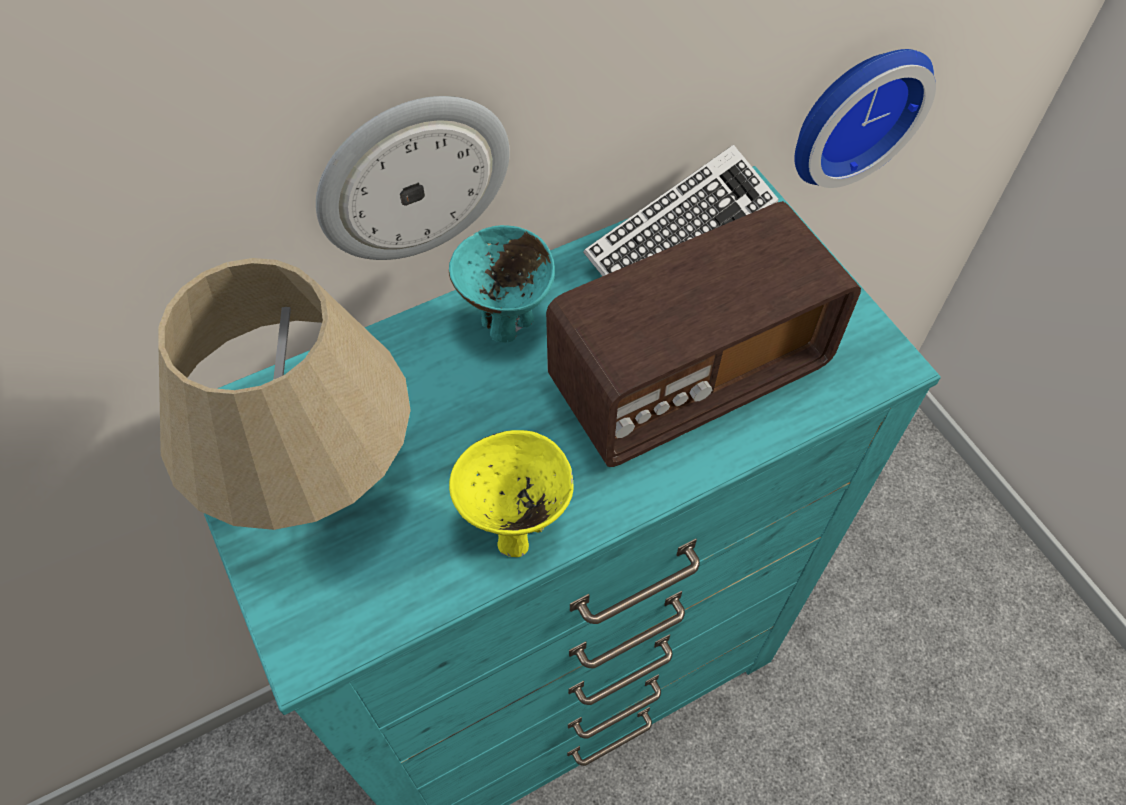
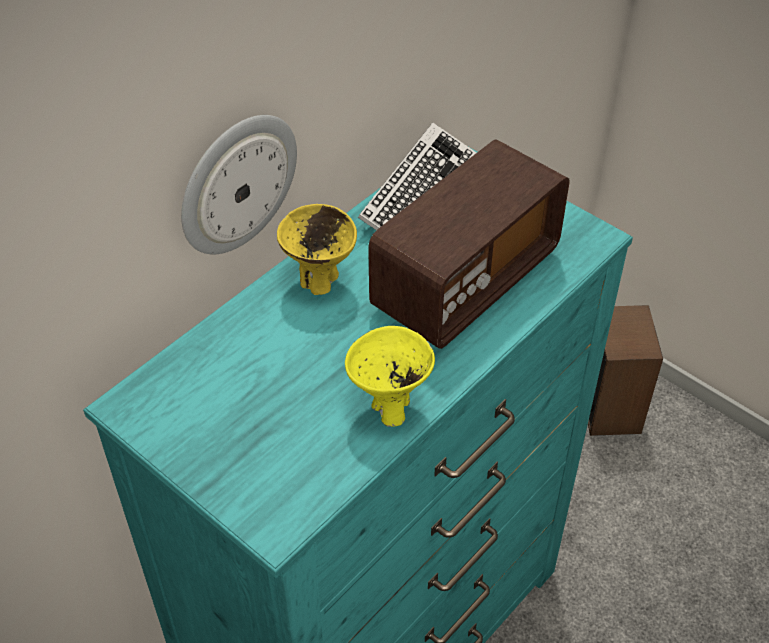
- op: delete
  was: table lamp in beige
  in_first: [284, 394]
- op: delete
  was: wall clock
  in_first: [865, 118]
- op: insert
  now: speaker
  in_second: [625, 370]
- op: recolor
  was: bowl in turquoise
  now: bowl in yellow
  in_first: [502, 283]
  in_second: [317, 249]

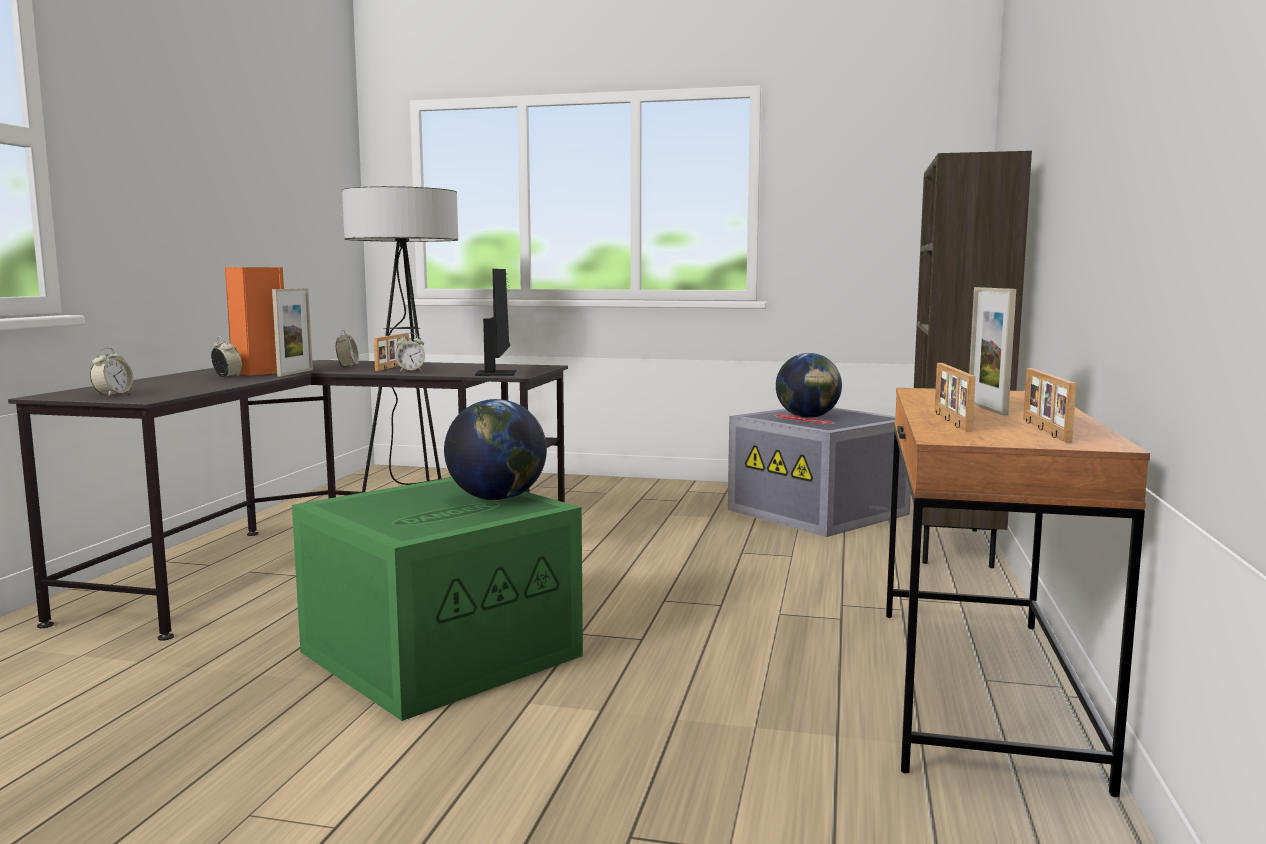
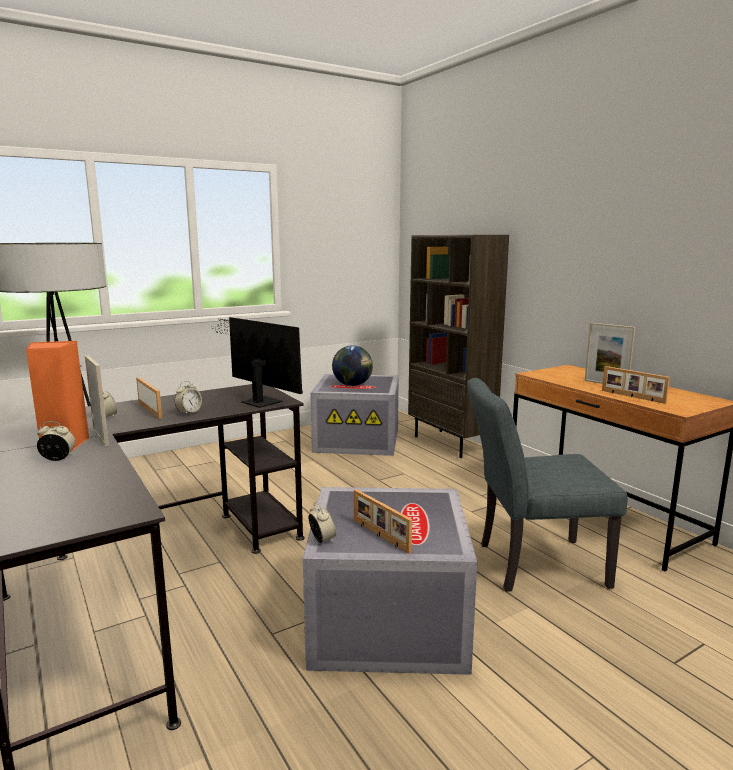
- op: delete
  was: globe
  in_first: [495, 449]
- op: insert
  now: chair in grey
  in_second: [547, 485]
- op: move
  was: alarm clock
  in_first: [111, 371]
  in_second: [322, 522]
- op: move
  was: picture frame
  in_first: [1050, 405]
  in_second: [383, 521]
- op: recolor
  was: storage box in green
  now: storage box in grey
  in_first: [437, 599]
  in_second: [390, 581]

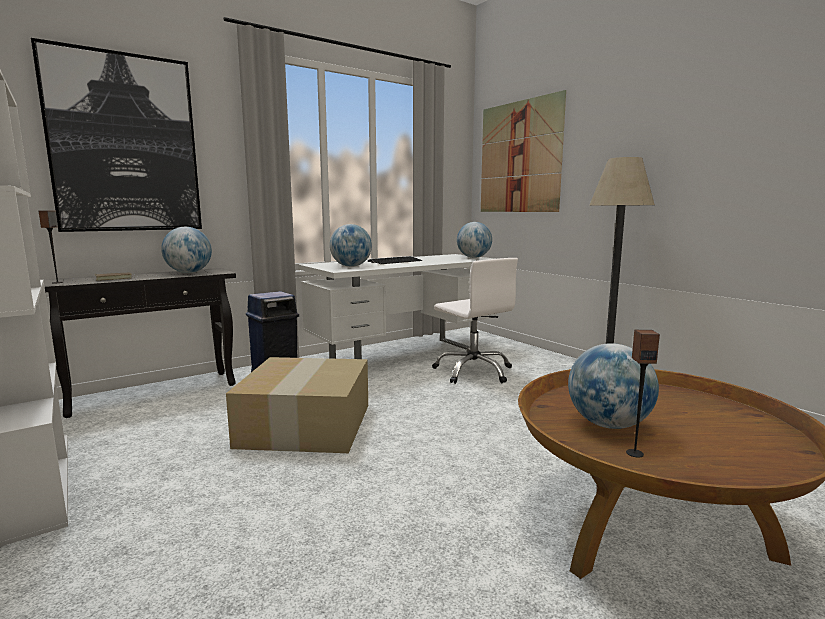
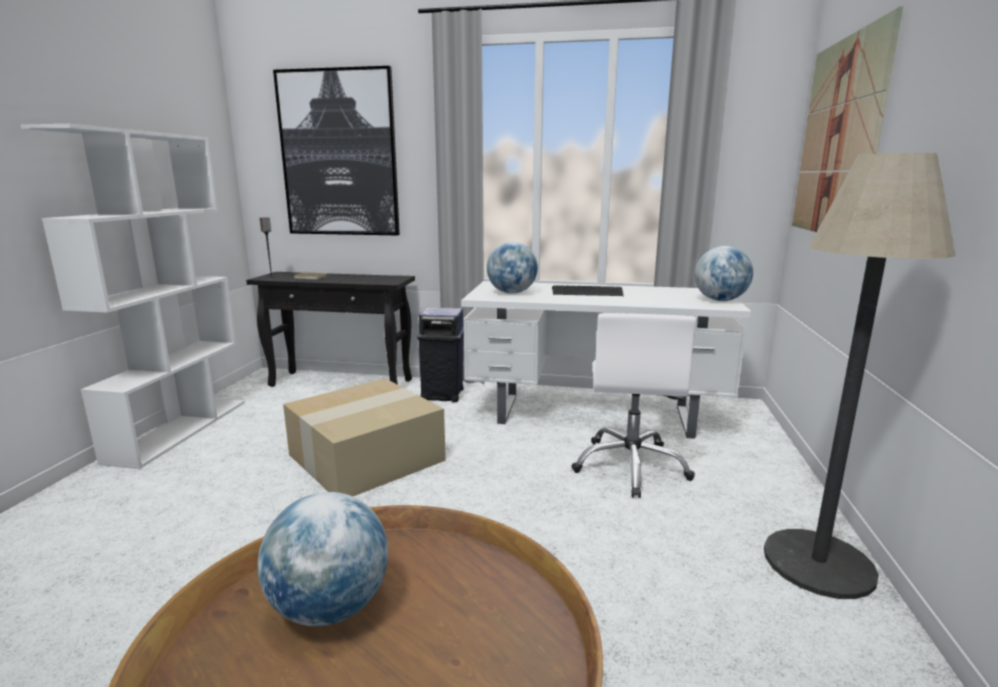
- op: delete
  was: globe
  in_first: [186, 250]
- op: delete
  was: speaker
  in_first: [643, 394]

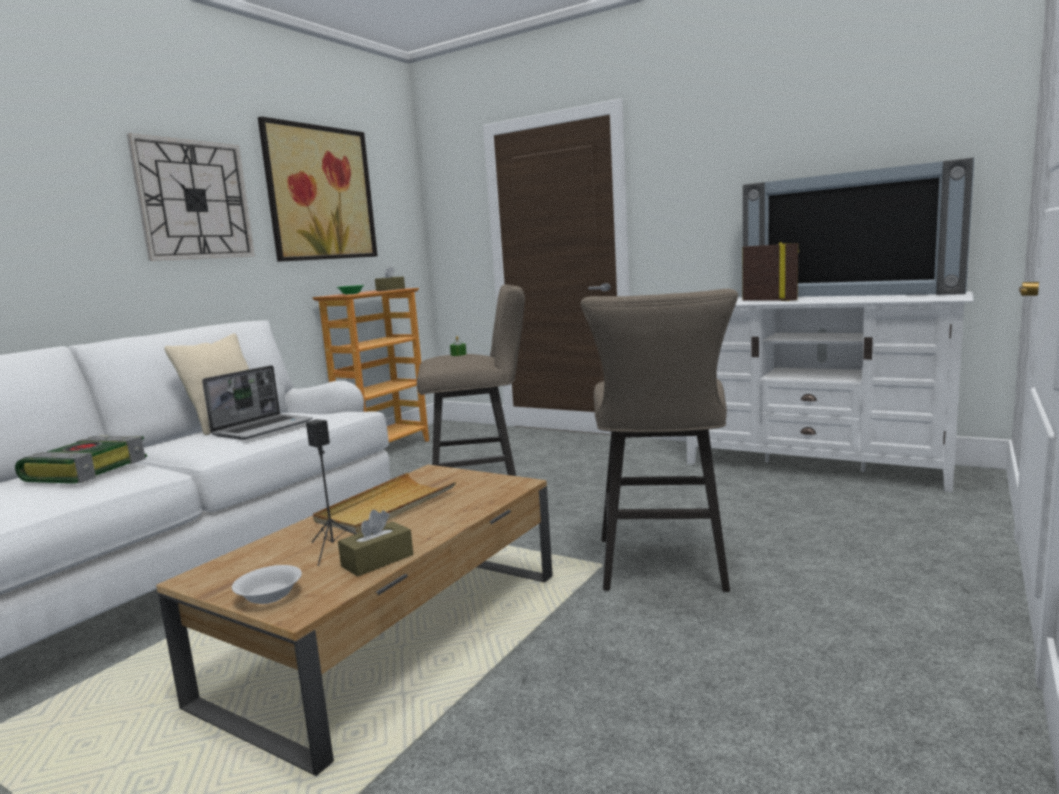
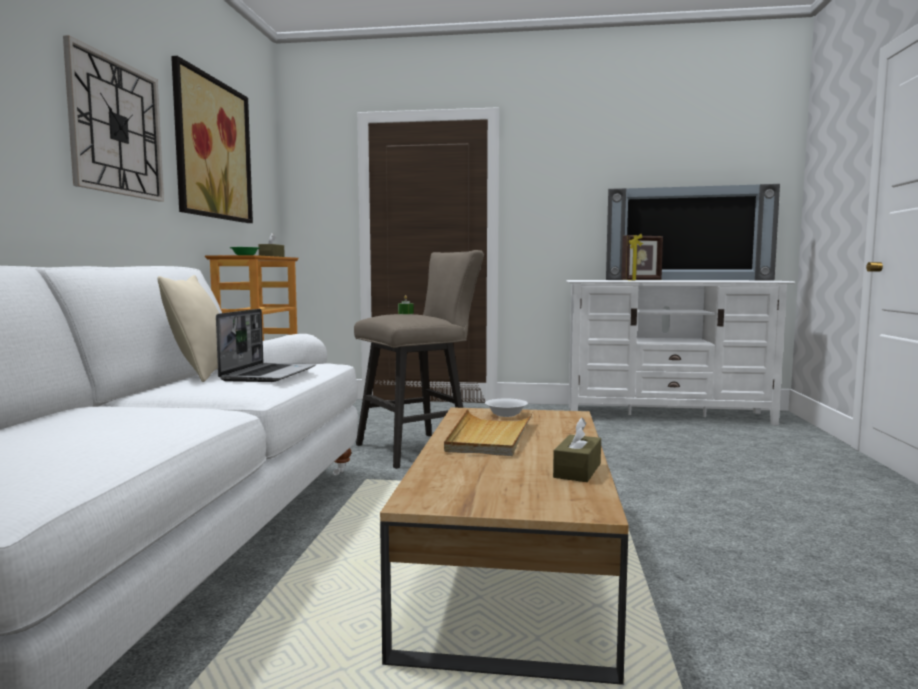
- op: delete
  was: book
  in_first: [81, 460]
- op: delete
  was: speaker in black
  in_first: [331, 492]
- op: delete
  was: stool in beige
  in_first: [659, 440]
- op: move
  was: bowl in white
  in_first: [267, 584]
  in_second: [506, 407]
- op: rotate
  was: picture frame
  in_first: [770, 271]
  in_second: [642, 257]
  clockwise: 135

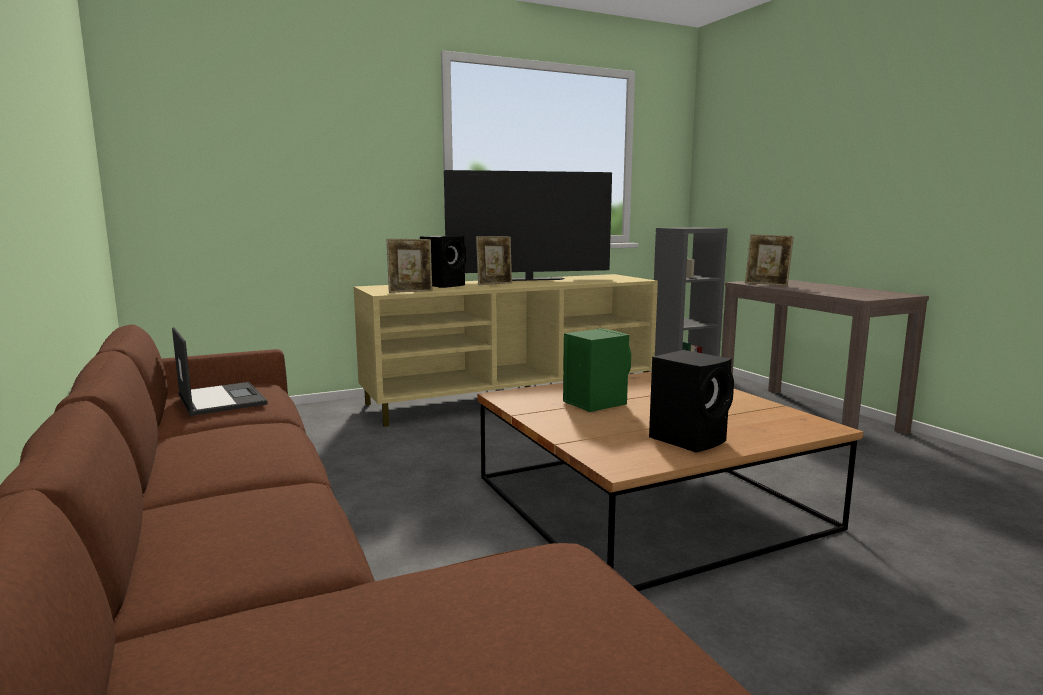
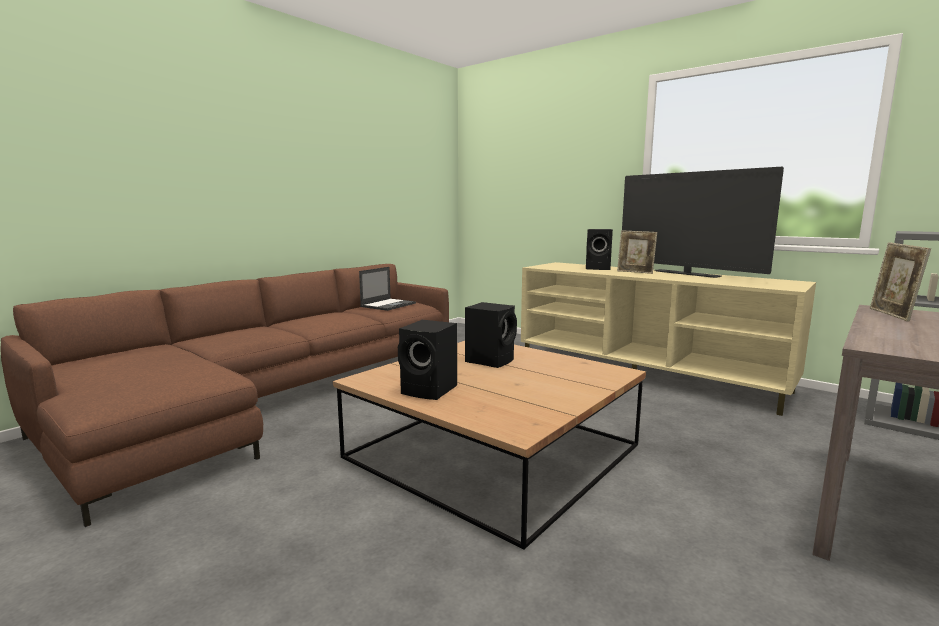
- op: delete
  was: picture frame
  in_first: [410, 266]
- op: recolor
  was: speaker in green
  now: speaker in black
  in_first: [597, 370]
  in_second: [491, 335]

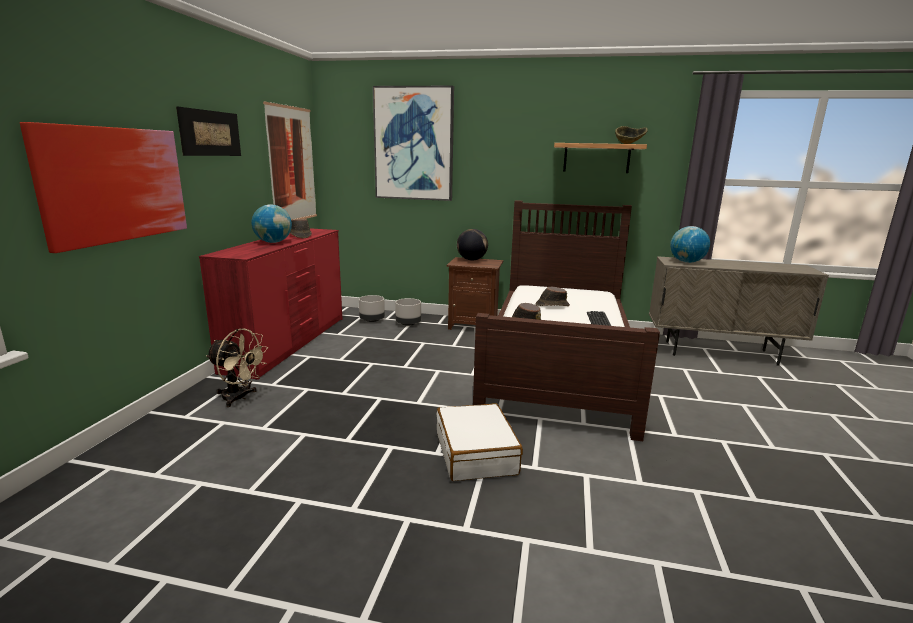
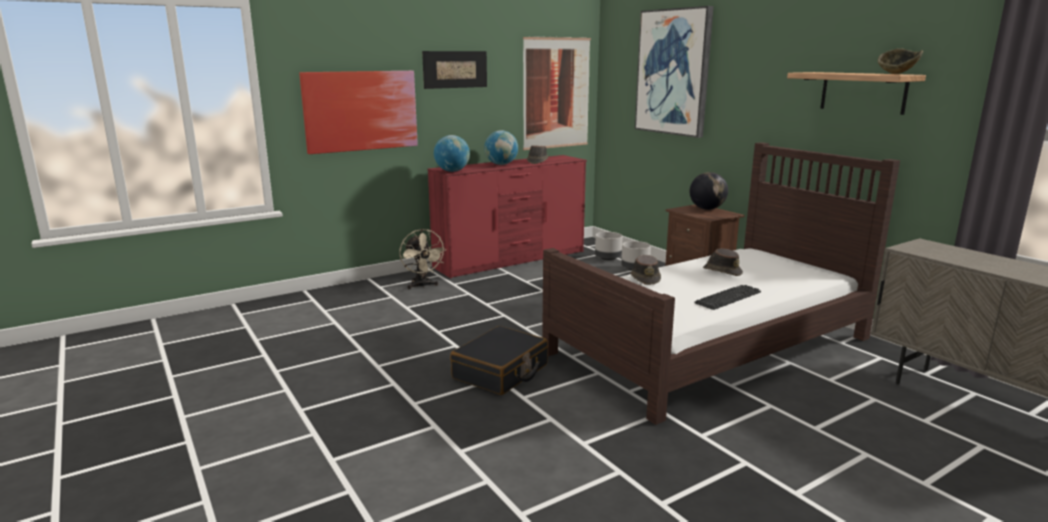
- op: move
  was: globe
  in_first: [690, 244]
  in_second: [452, 153]
- op: recolor
  was: suitcase in white
  now: suitcase in black
  in_first: [479, 442]
  in_second: [499, 360]

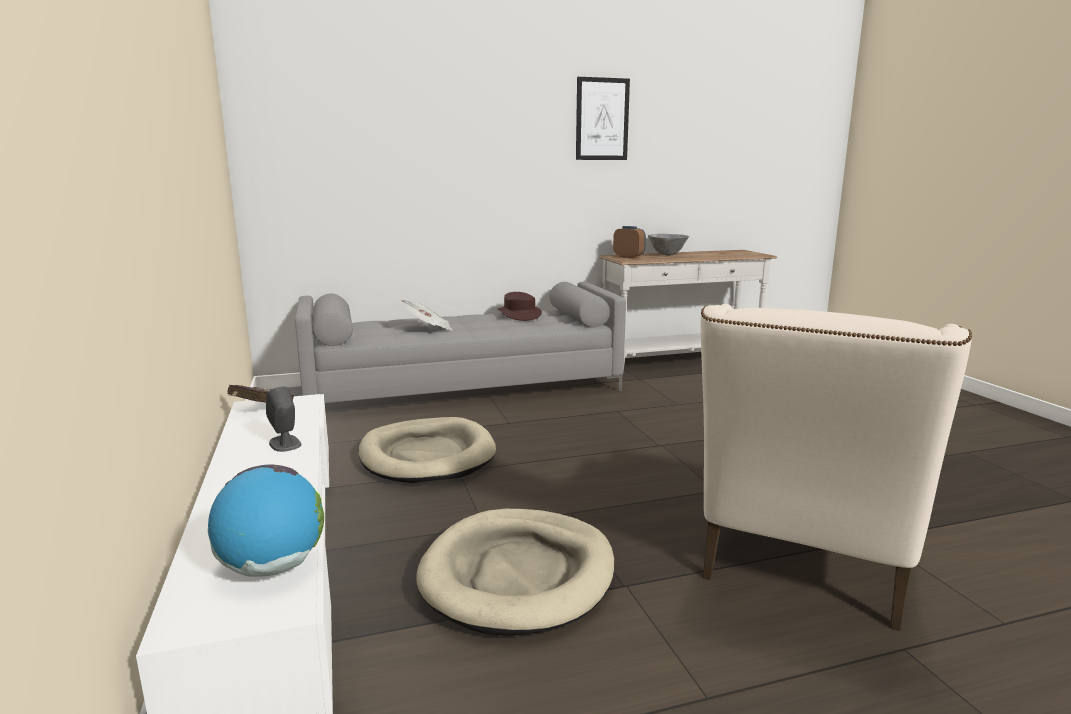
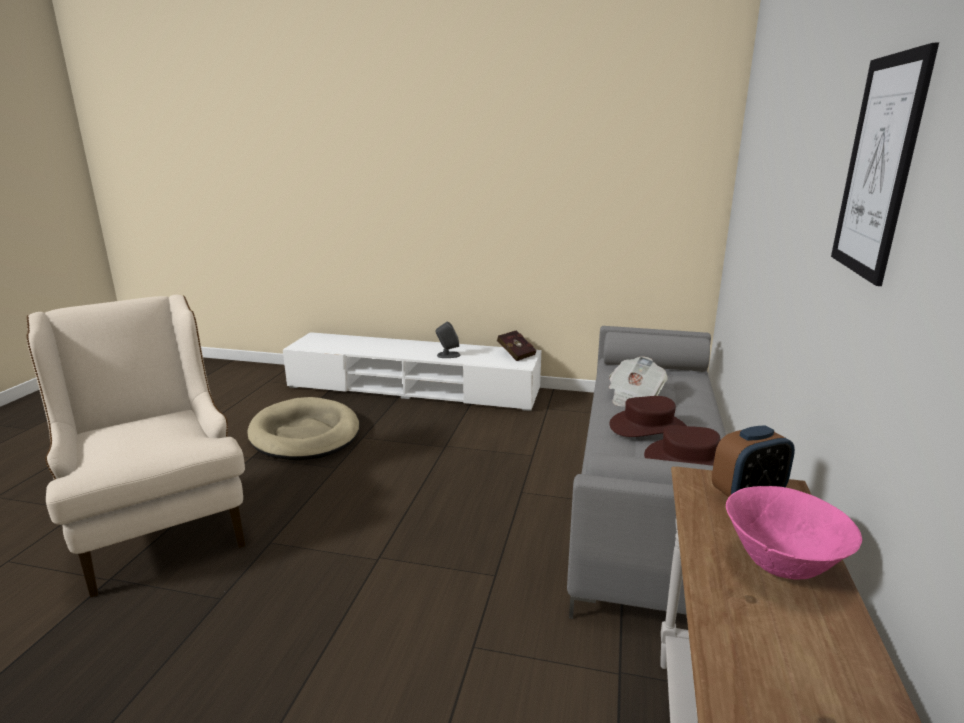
- op: delete
  was: globe
  in_first: [265, 521]
- op: delete
  was: dog bed in beige
  in_first: [427, 450]
- op: insert
  now: hat in brown
  in_second: [648, 416]
- op: recolor
  was: bowl in grey
  now: bowl in pink
  in_first: [668, 245]
  in_second: [794, 532]

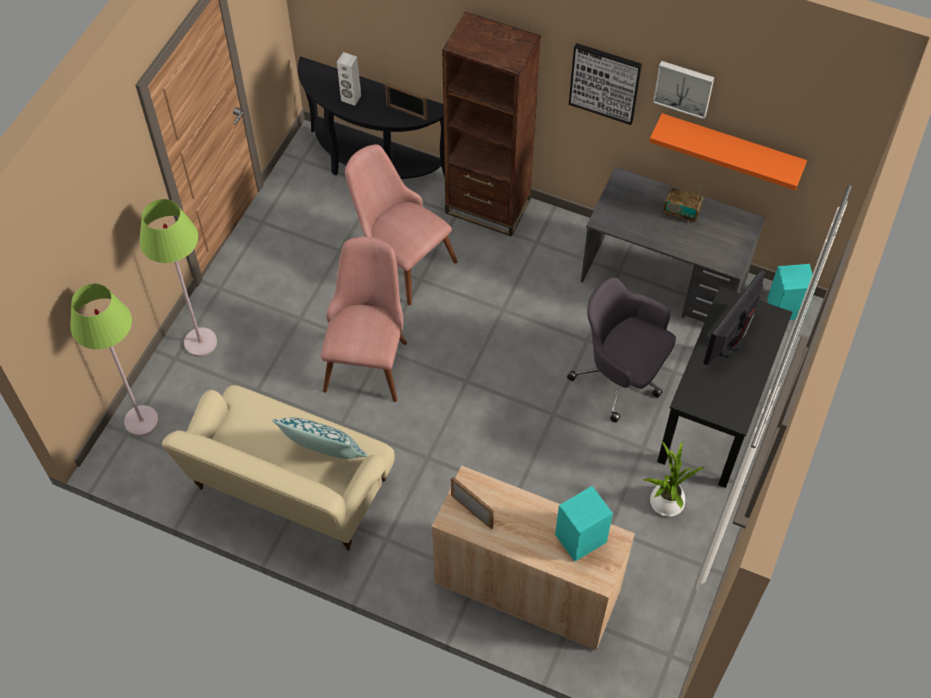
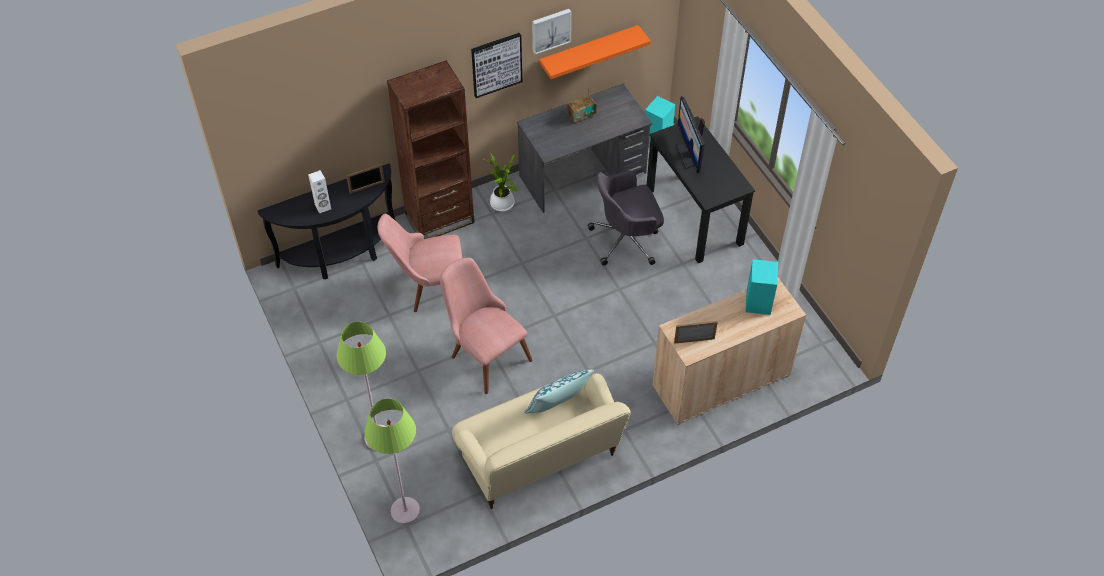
- op: move
  was: potted plant
  in_first: [674, 478]
  in_second: [501, 182]

